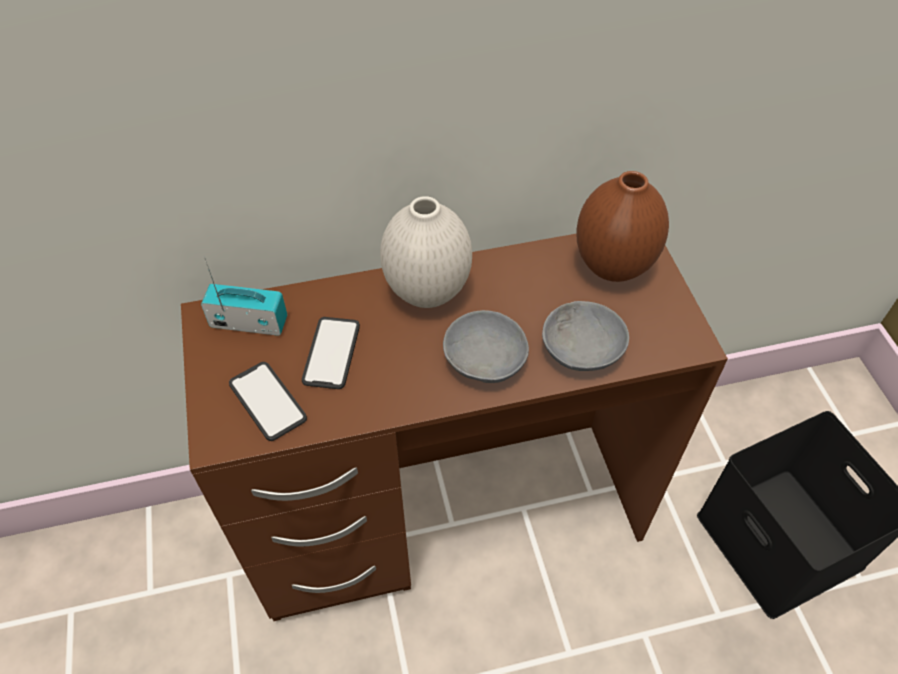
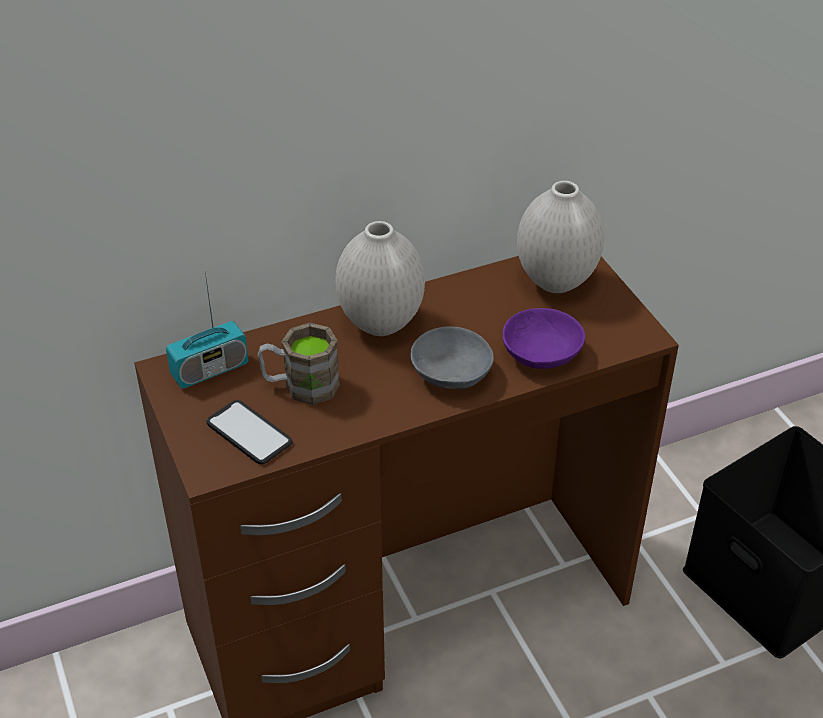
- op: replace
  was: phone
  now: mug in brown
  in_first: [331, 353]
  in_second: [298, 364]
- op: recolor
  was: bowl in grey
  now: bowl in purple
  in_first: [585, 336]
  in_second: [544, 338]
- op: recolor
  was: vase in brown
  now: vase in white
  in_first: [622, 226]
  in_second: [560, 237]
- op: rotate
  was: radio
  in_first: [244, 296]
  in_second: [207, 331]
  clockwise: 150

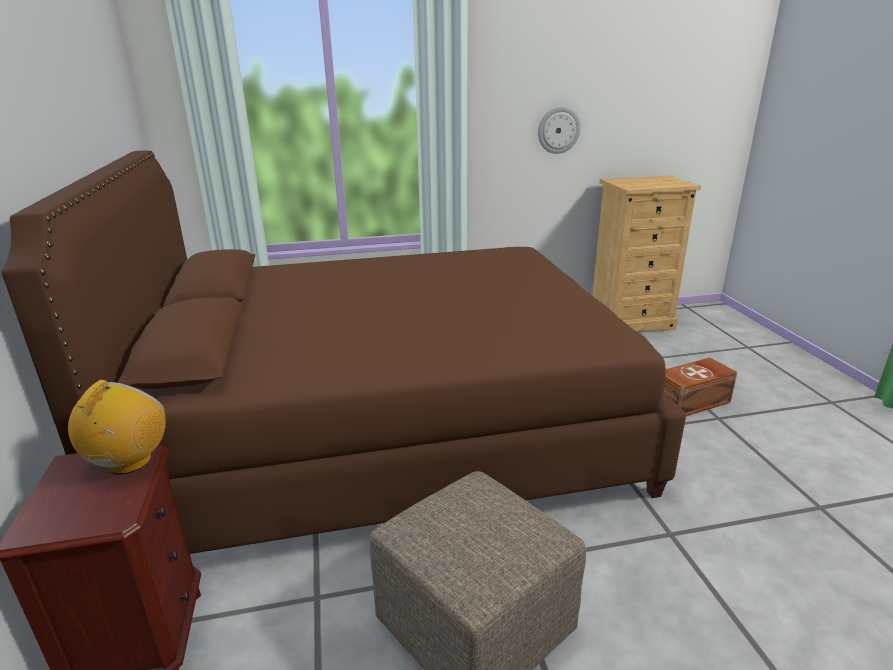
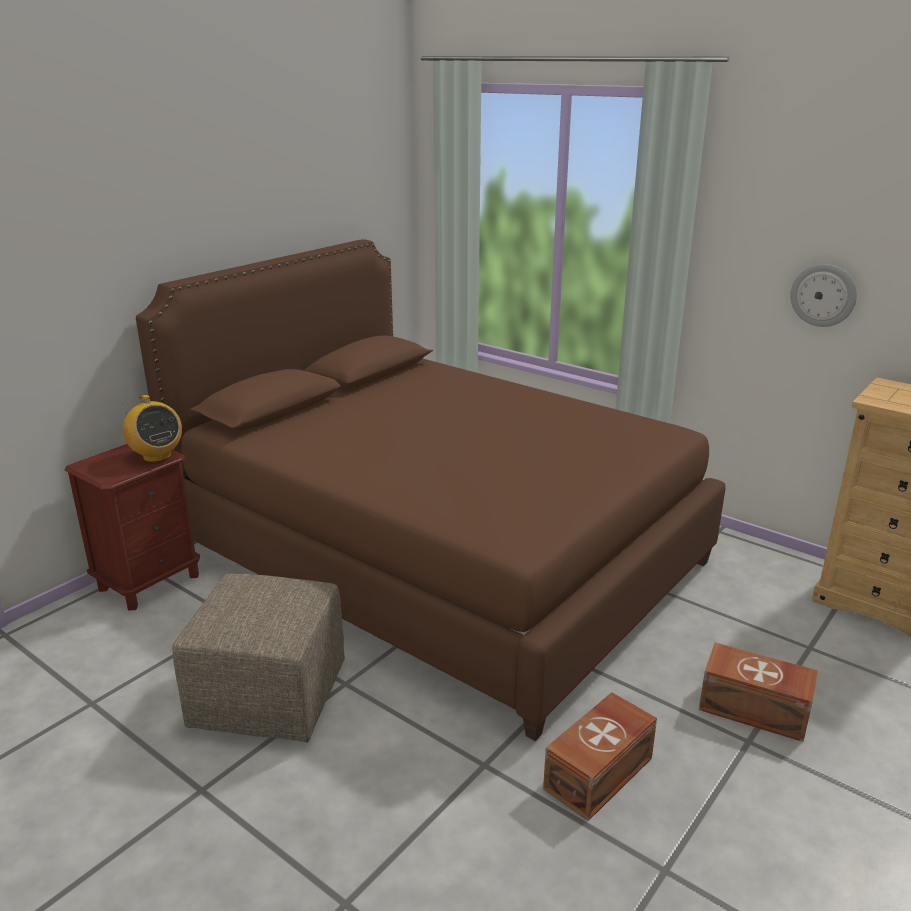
- op: insert
  now: storage box in brown
  in_second: [600, 756]
- op: rotate
  was: radio
  in_first: [117, 427]
  in_second: [152, 428]
  clockwise: 75

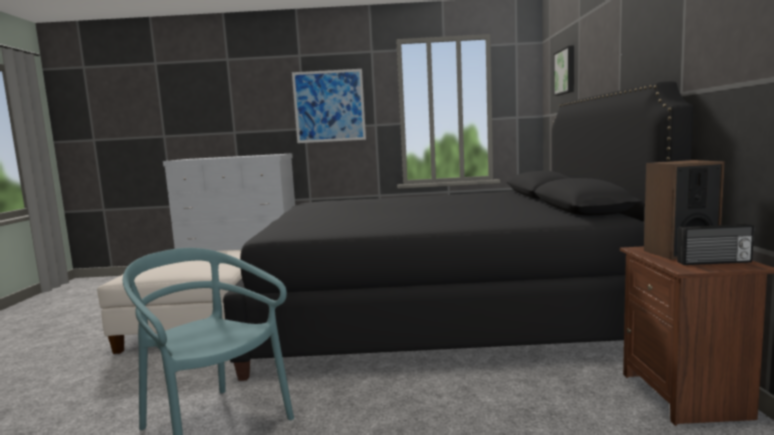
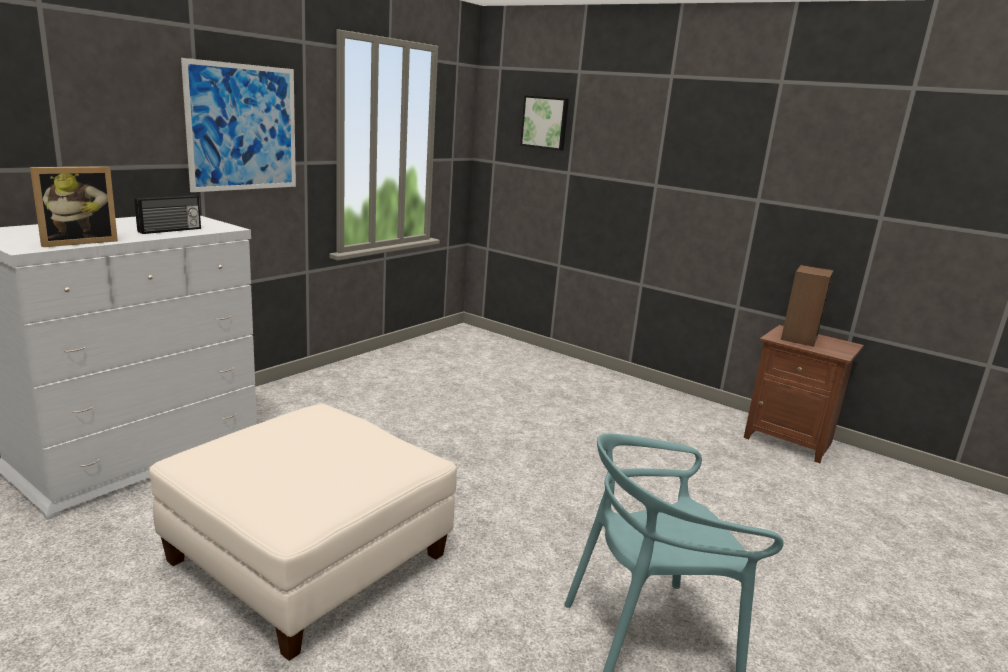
- op: delete
  was: bed in black
  in_first: [458, 231]
- op: insert
  now: picture frame
  in_second: [74, 206]
- op: move
  was: radio
  in_first: [715, 244]
  in_second: [167, 214]

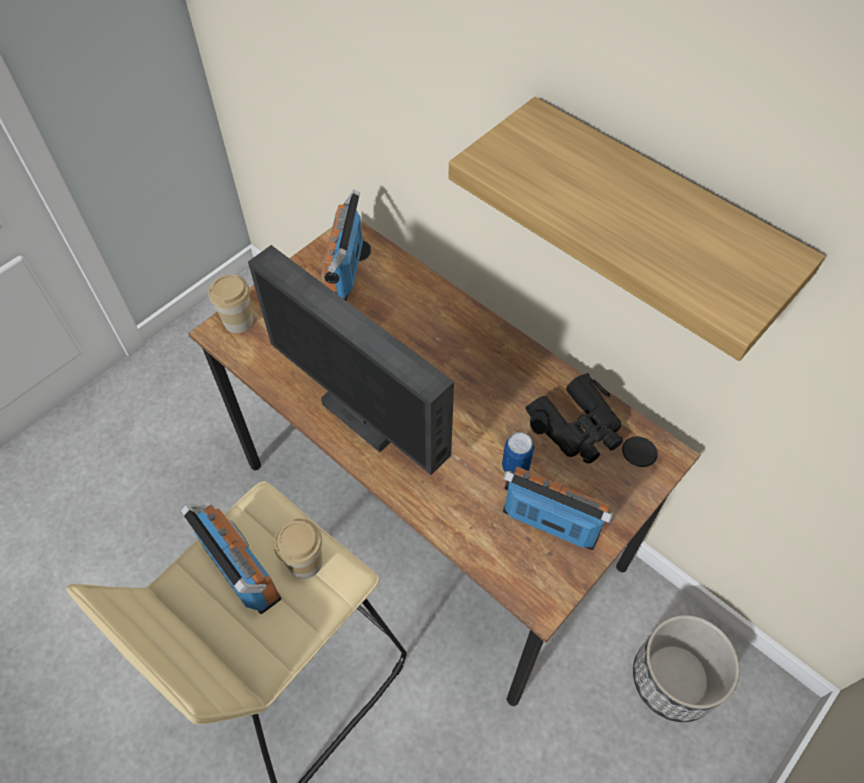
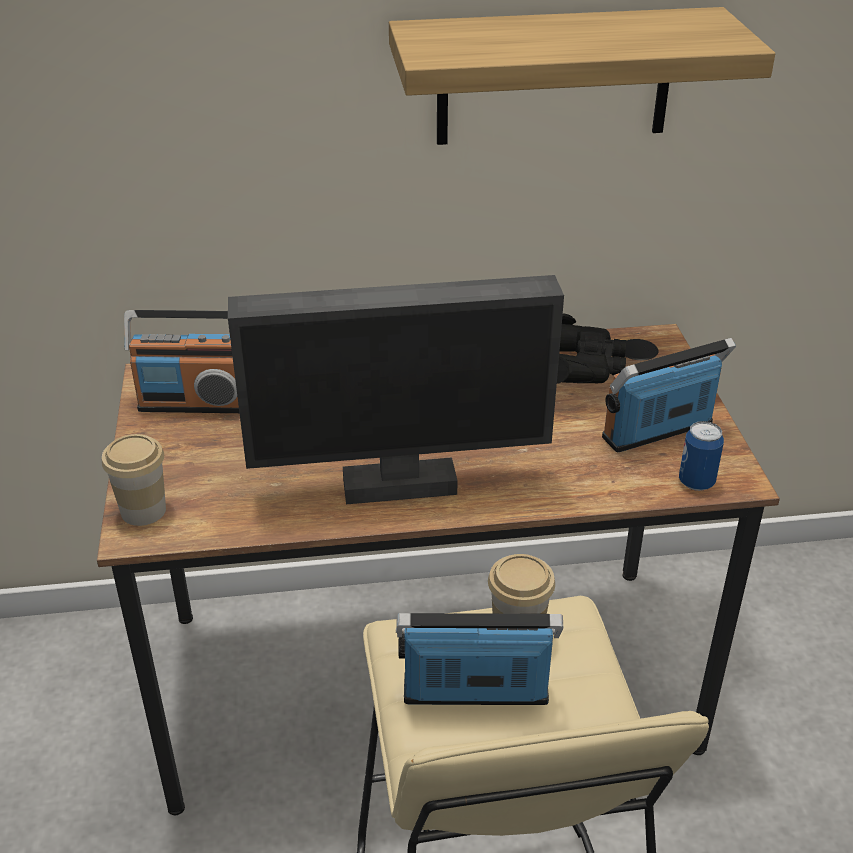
- op: delete
  was: planter
  in_first: [686, 668]
- op: move
  was: can
  in_first: [518, 452]
  in_second: [701, 456]
- op: rotate
  was: radio
  in_first: [342, 245]
  in_second: [181, 361]
  clockwise: -45

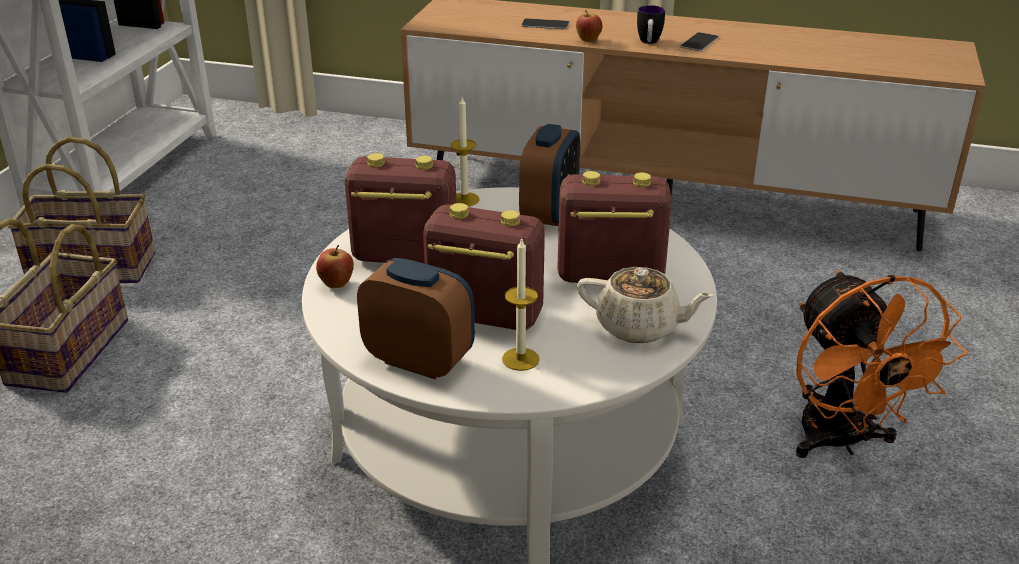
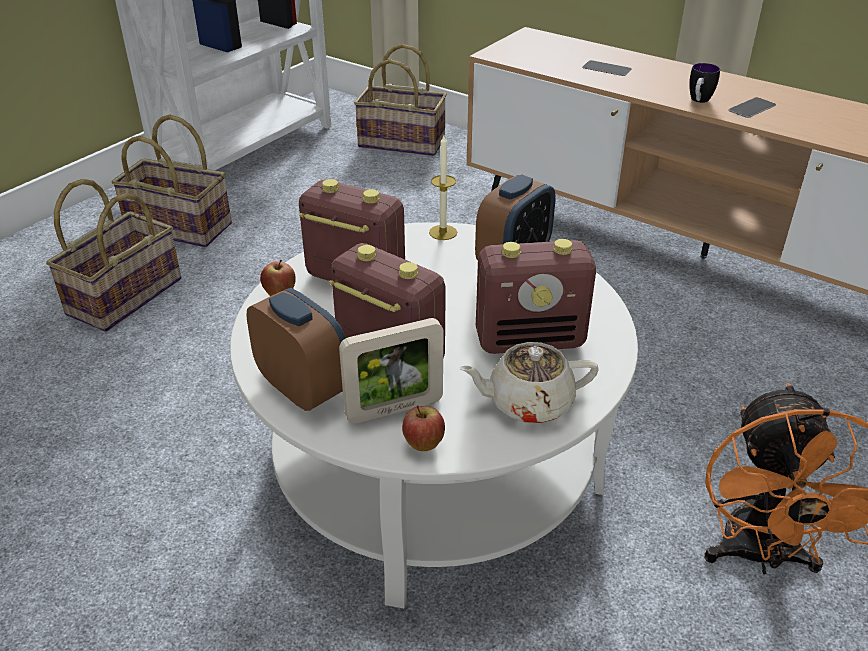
- op: insert
  now: basket
  in_second: [400, 100]
- op: move
  was: apple
  in_first: [589, 26]
  in_second: [423, 428]
- op: replace
  was: candle
  now: picture frame
  in_first: [521, 304]
  in_second: [391, 371]
- op: rotate
  was: radio
  in_first: [614, 227]
  in_second: [536, 296]
  clockwise: 150
- op: rotate
  was: teapot in beige
  in_first: [645, 305]
  in_second: [528, 382]
  clockwise: 135

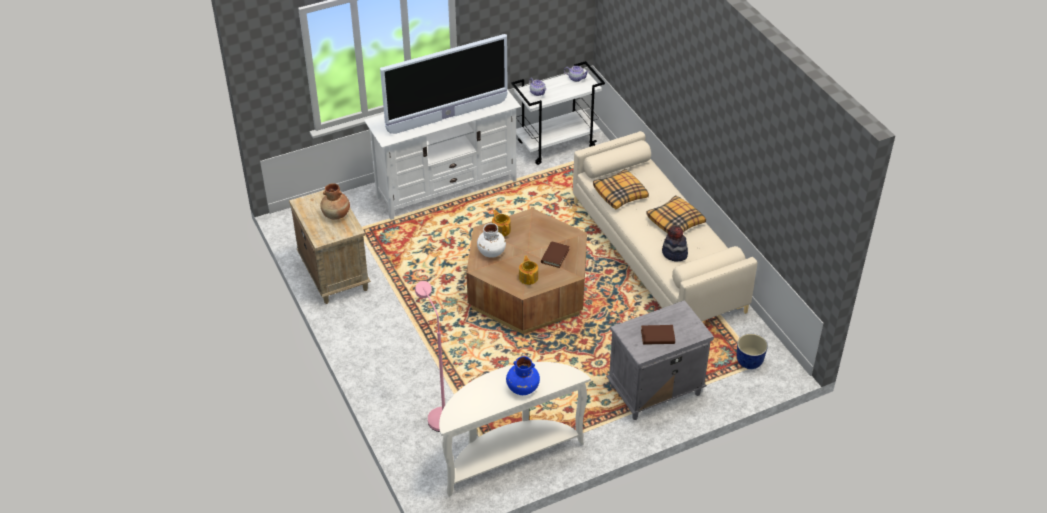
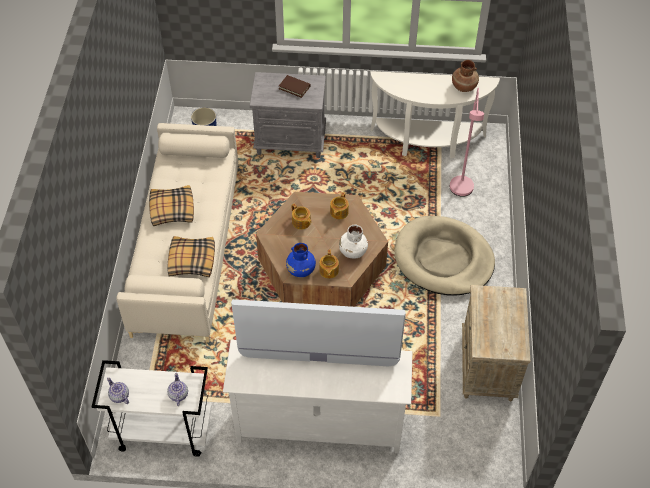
- op: delete
  was: hat
  in_first: [675, 243]
- op: insert
  now: dog bed in beige
  in_second: [444, 256]
- op: move
  was: vase in brown
  in_first: [335, 201]
  in_second: [465, 76]
- op: move
  was: vase in blue
  in_first: [523, 375]
  in_second: [301, 260]
- op: replace
  was: book in brown
  now: teapot
  in_first: [555, 254]
  in_second: [301, 216]

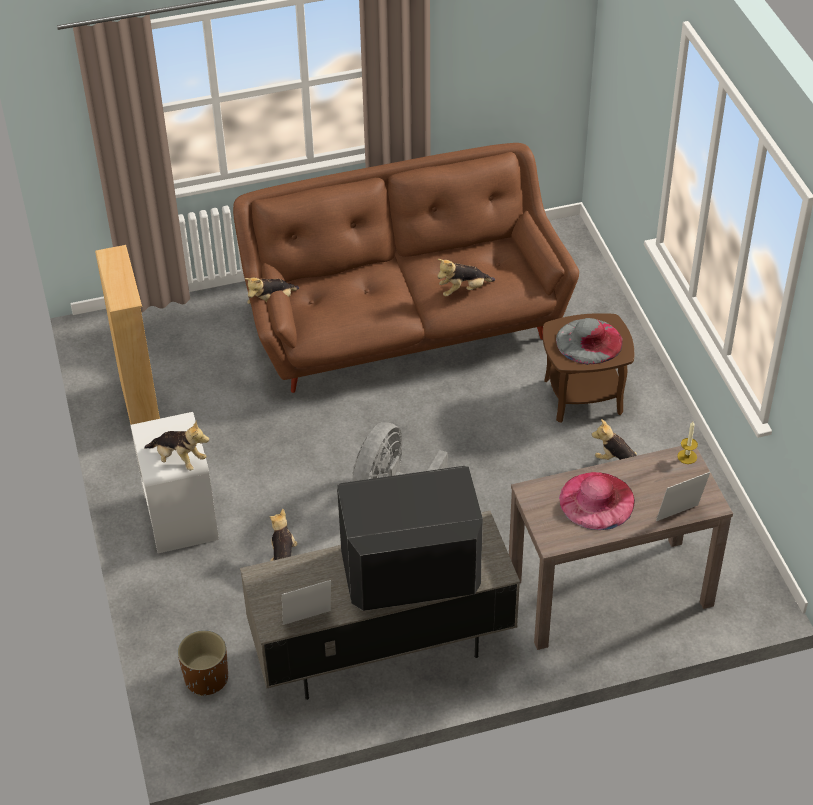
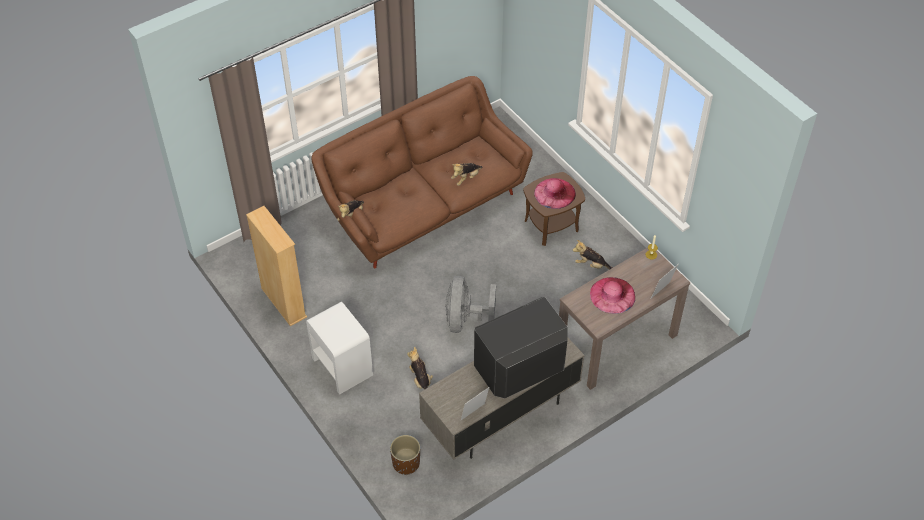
- op: delete
  was: plush toy
  in_first: [176, 445]
- op: recolor
  was: hat in grey
  now: hat in pink
  in_first: [589, 341]
  in_second: [555, 193]

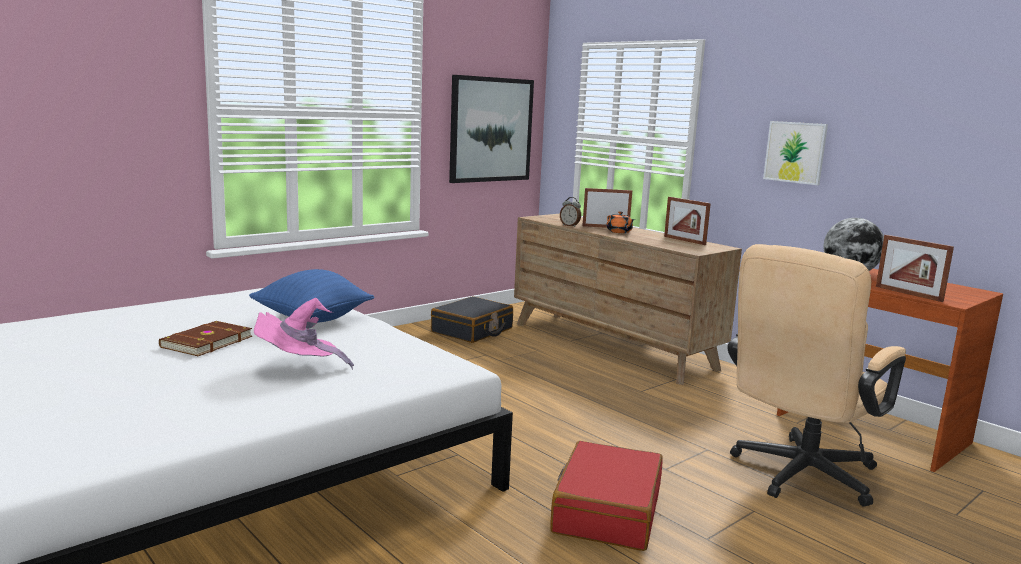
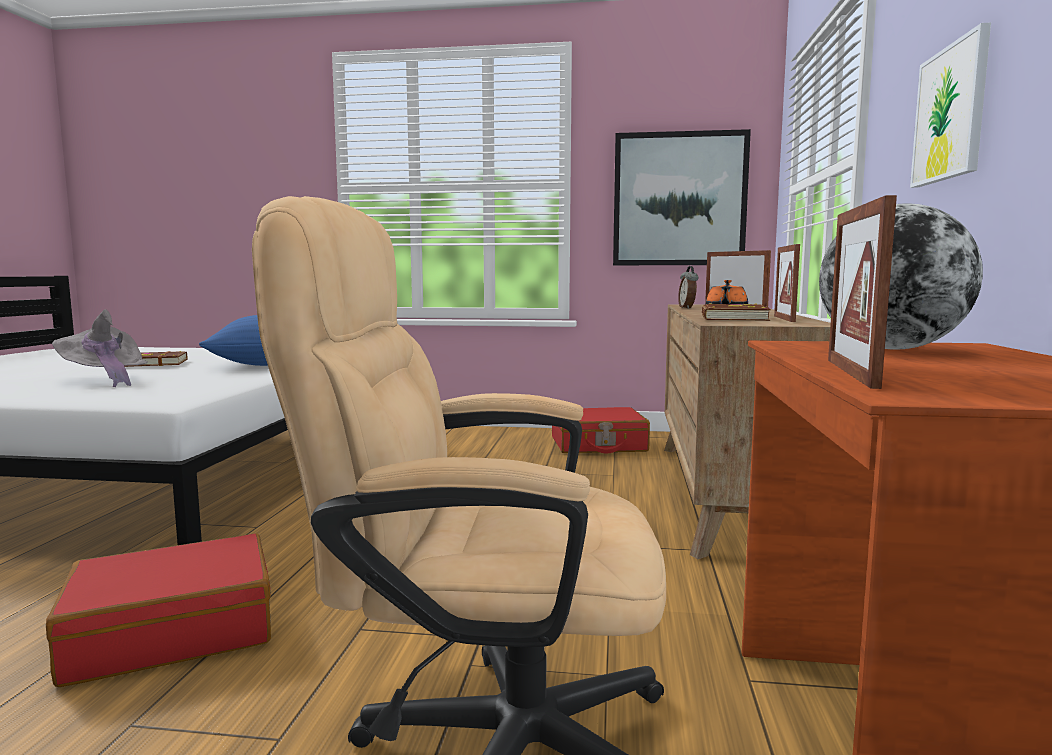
- op: insert
  now: book in brown
  in_second: [736, 312]
- op: recolor
  was: hat in pink
  now: hat in grey
  in_first: [304, 334]
  in_second: [100, 348]
- op: recolor
  was: suitcase in black
  now: suitcase in red
  in_first: [472, 319]
  in_second: [601, 430]

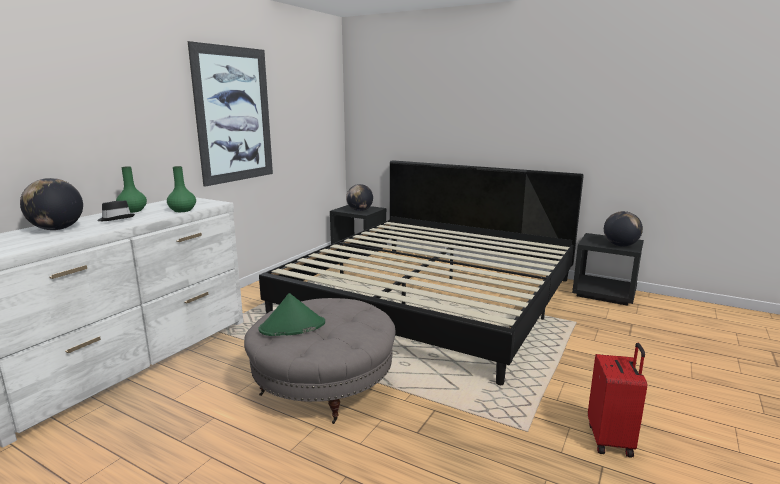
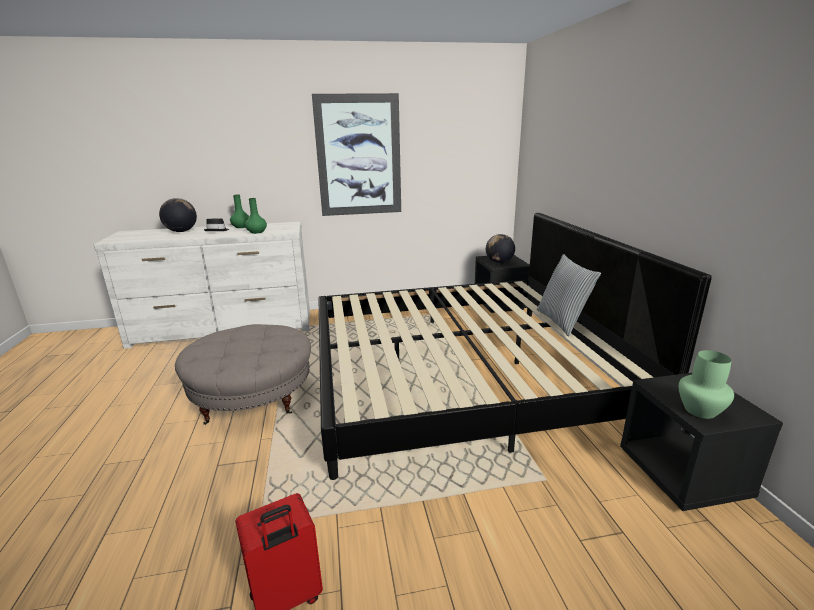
- op: delete
  was: hat in green
  in_first: [292, 314]
- op: insert
  now: pillow
  in_second: [569, 295]
- op: replace
  was: globe
  now: vase in green
  in_first: [623, 229]
  in_second: [706, 384]

